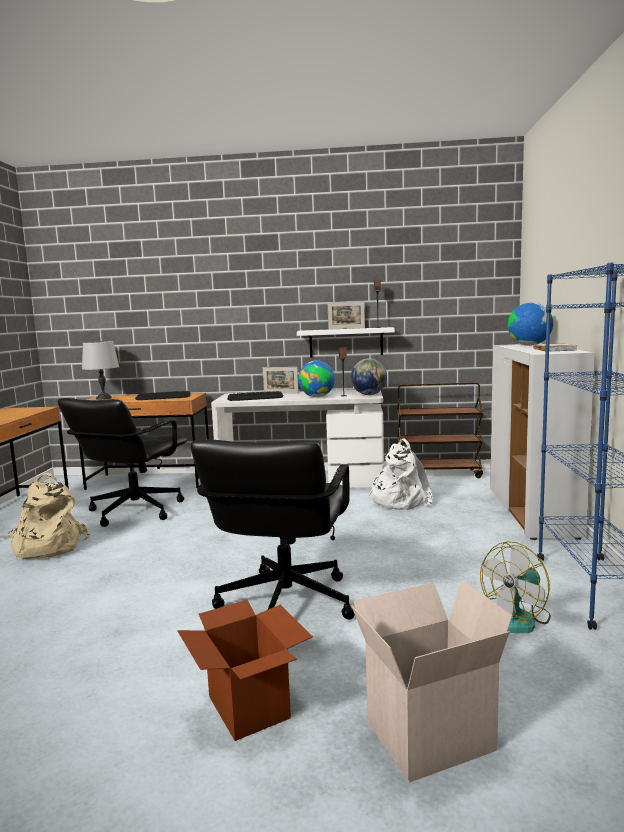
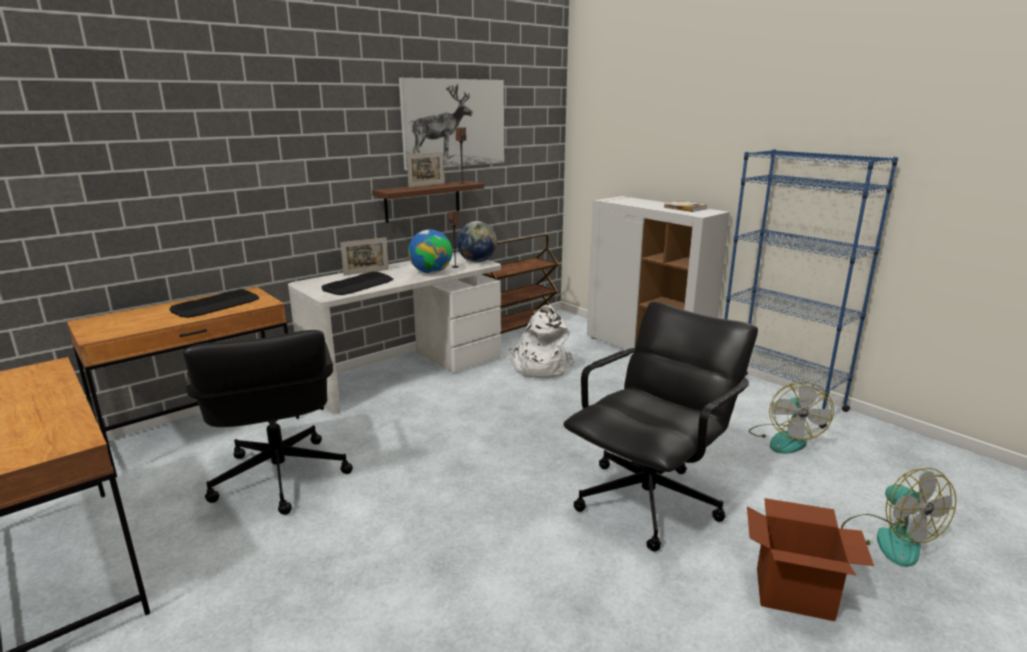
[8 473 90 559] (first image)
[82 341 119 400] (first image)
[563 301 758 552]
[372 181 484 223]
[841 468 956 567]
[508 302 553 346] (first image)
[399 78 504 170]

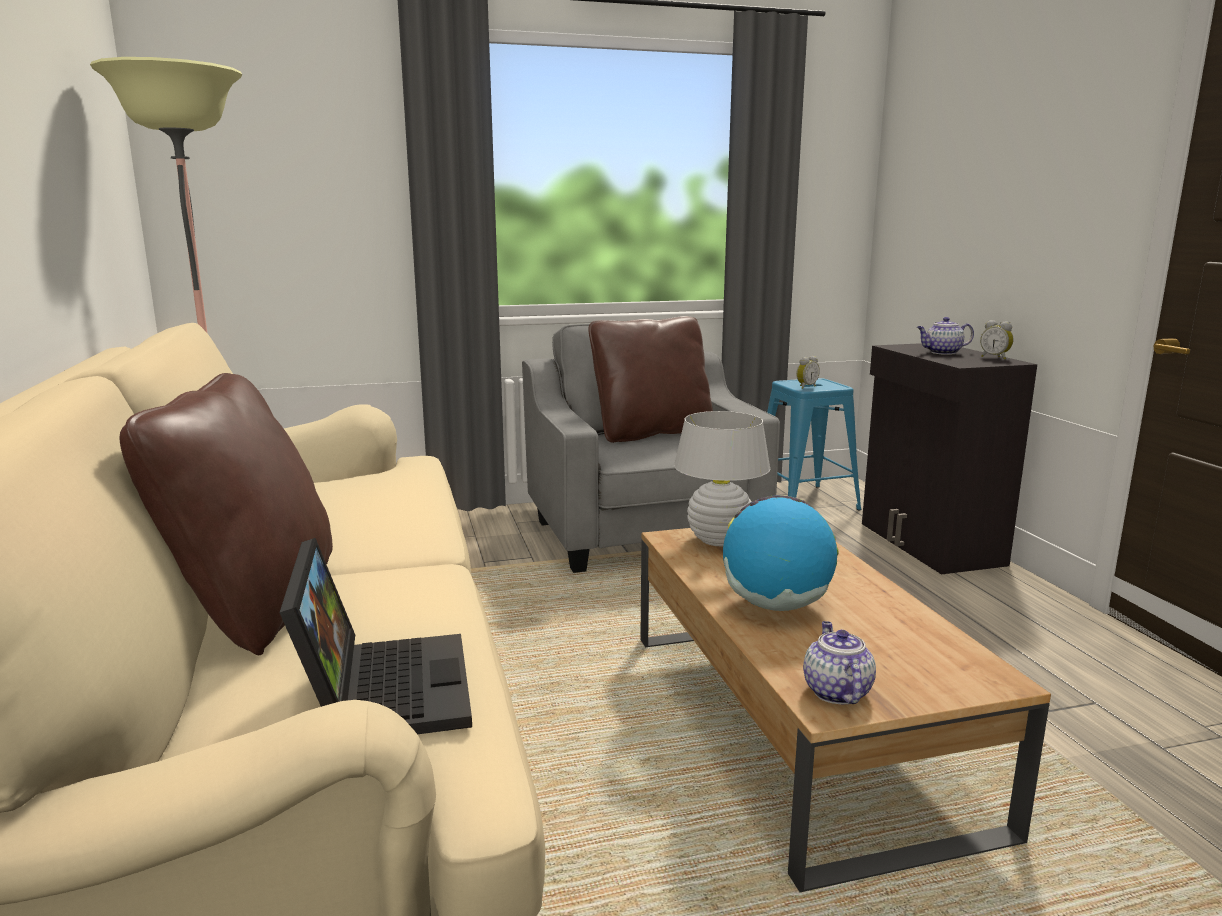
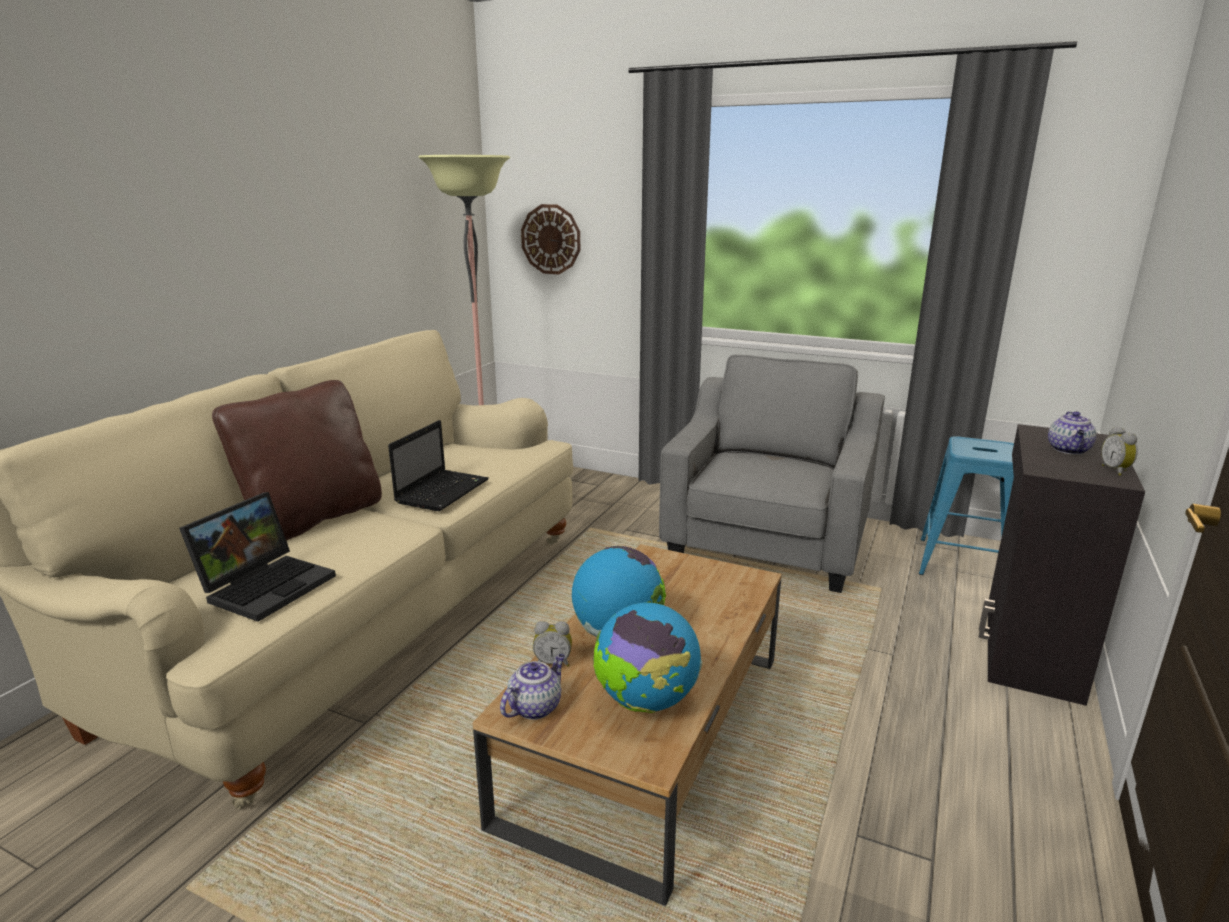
[588 316 713 443] (first image)
[674 411 770 546] (first image)
[533 621 572 667]
[1048 411 1097 455]
[388 420 489 511]
[521 204 580 274]
[593 602 702 713]

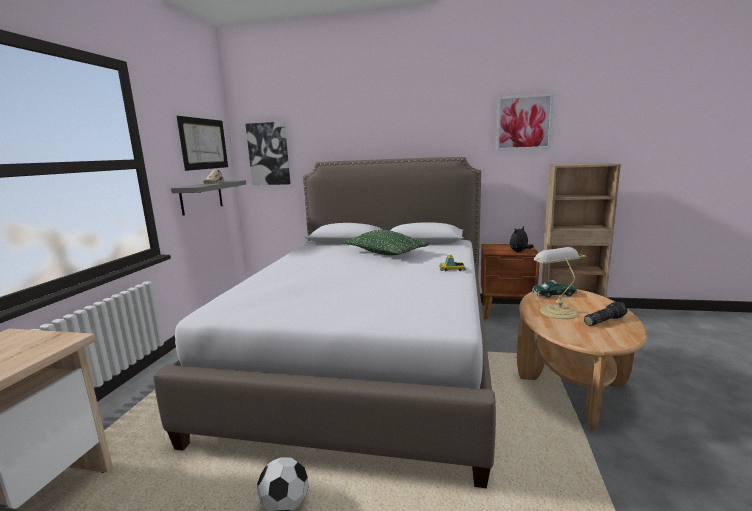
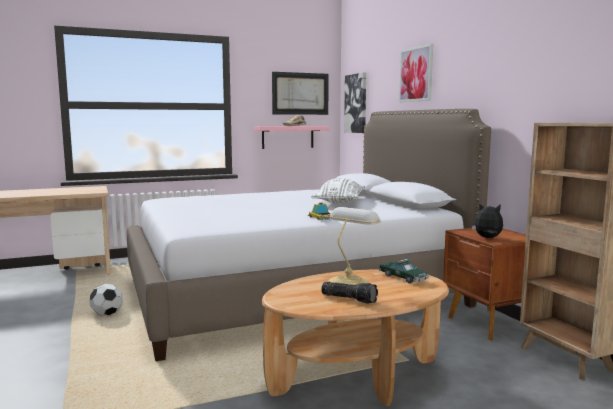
[254 126 329 149]
[311 178 365 204]
[399 44 433 102]

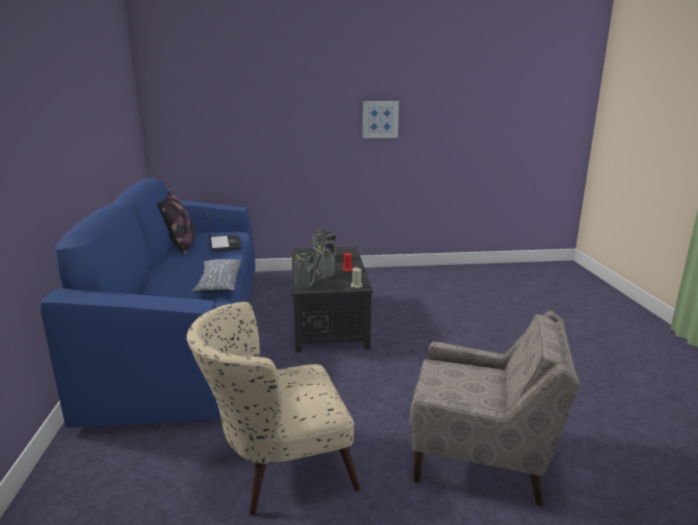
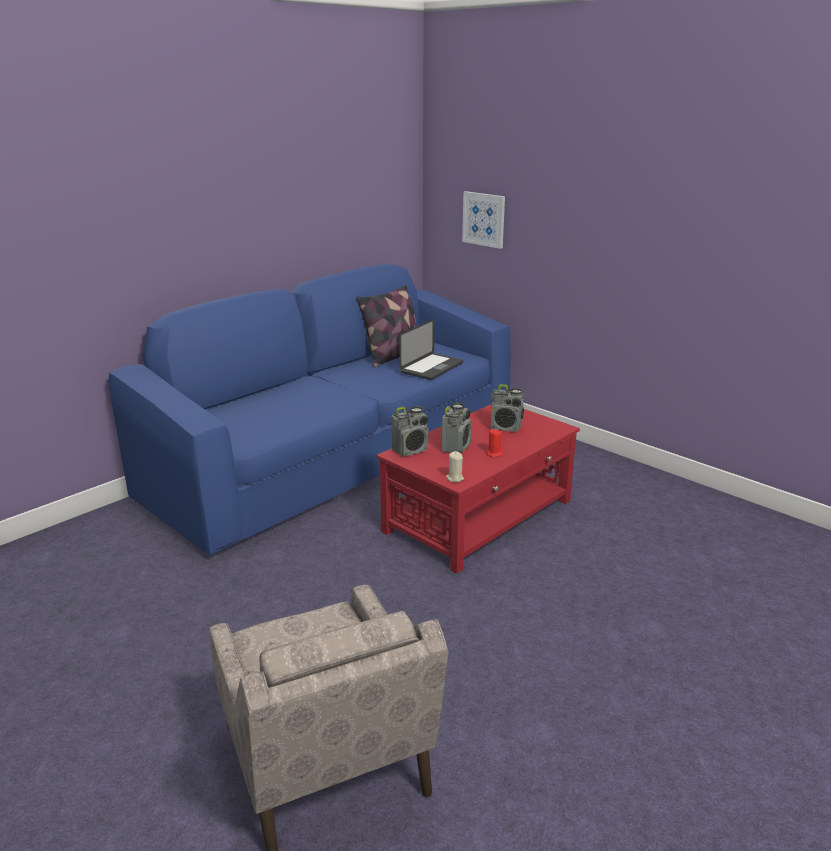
[186 302 361 515] (first image)
[191 259 241 293] (first image)
[377 404 580 573]
[462 191 505 249]

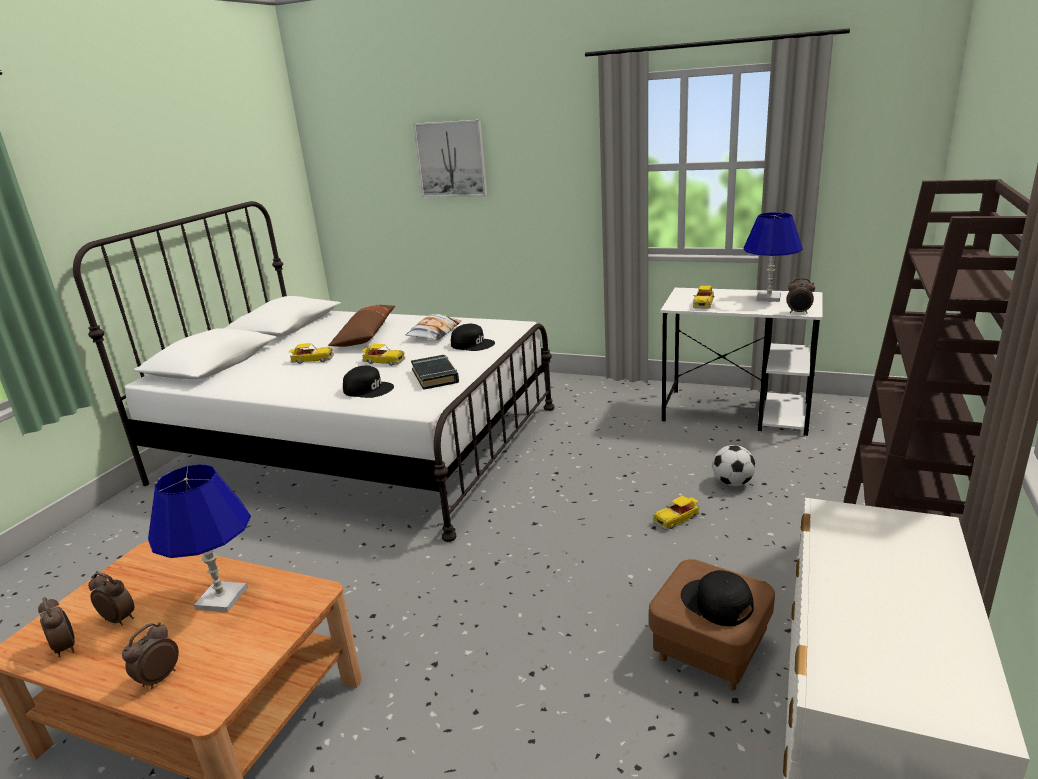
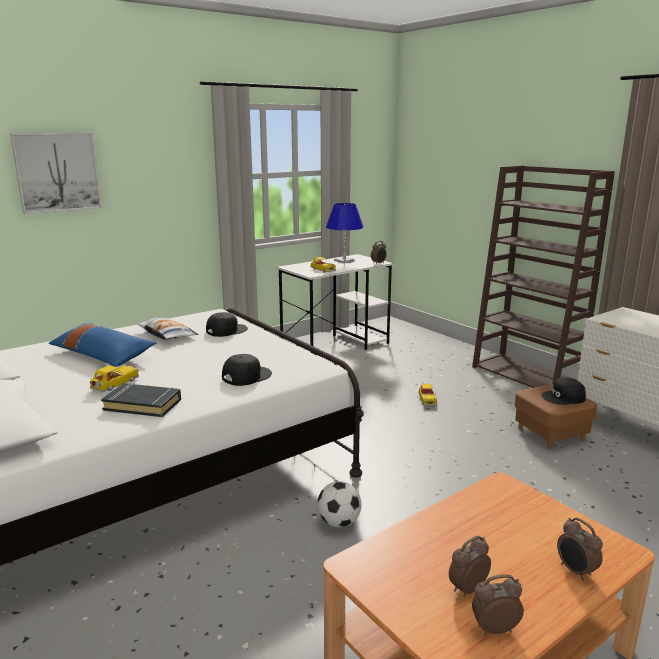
[148 464 251 612] (first image)
[49 323 156 367]
[362 344 405 366] (first image)
[101 383 181 417]
[317 481 361 527]

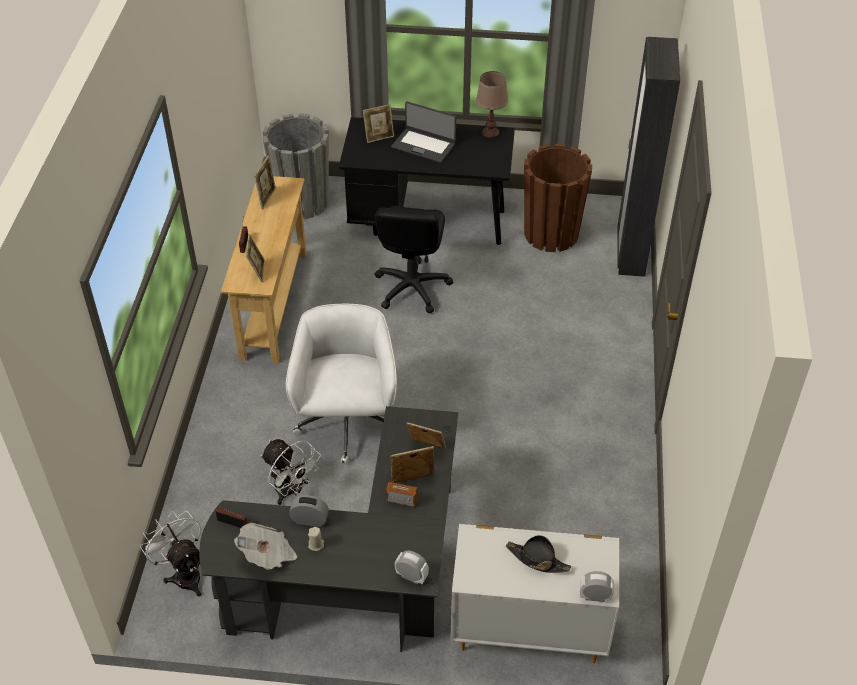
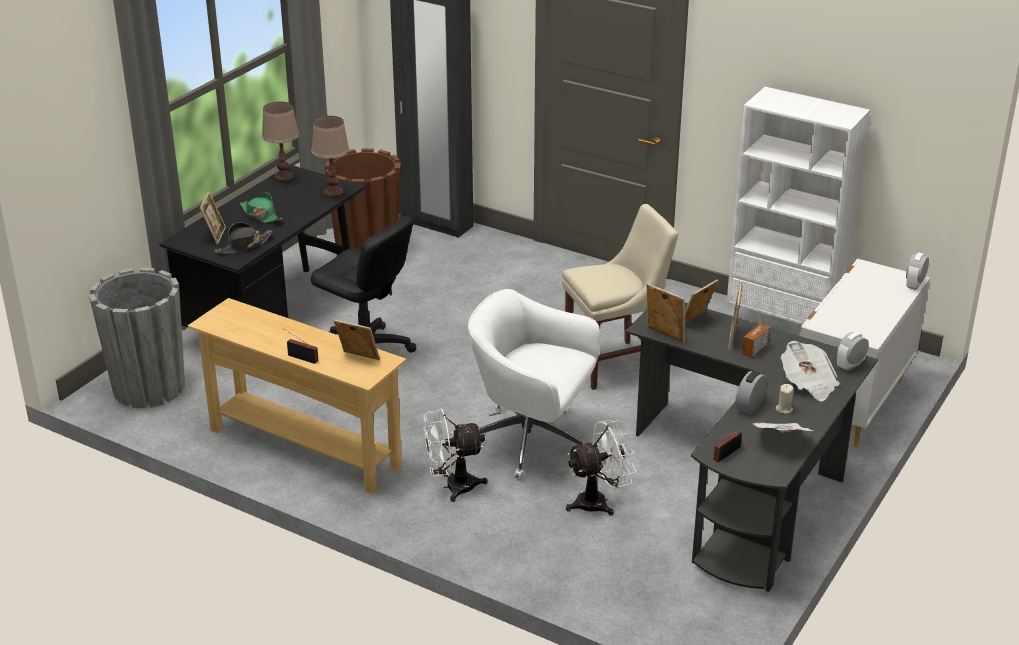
[423 409 488 502]
[647 284 685 343]
[240 193 283 223]
[215 222 272 254]
[311 116 349 198]
[562 204 678 390]
[727 87 870 325]
[781 341 840 402]

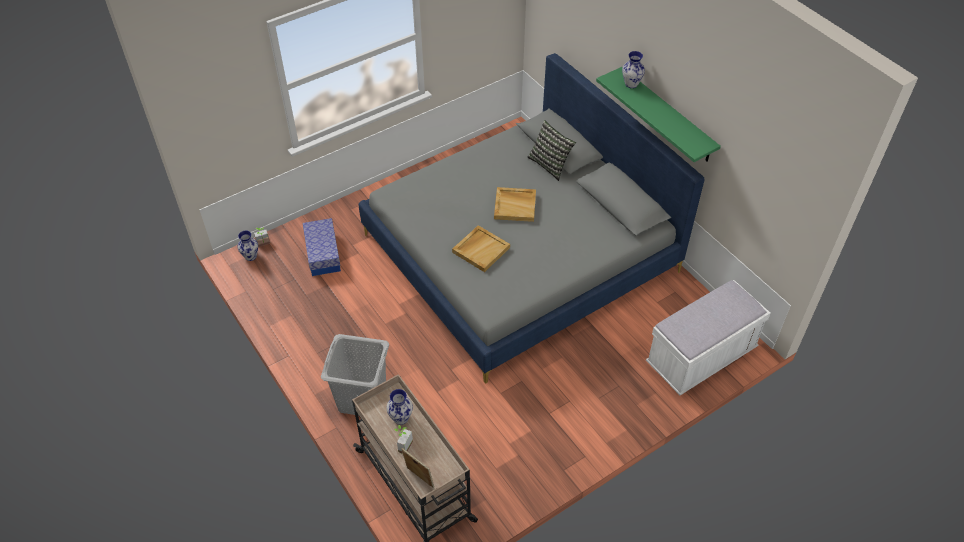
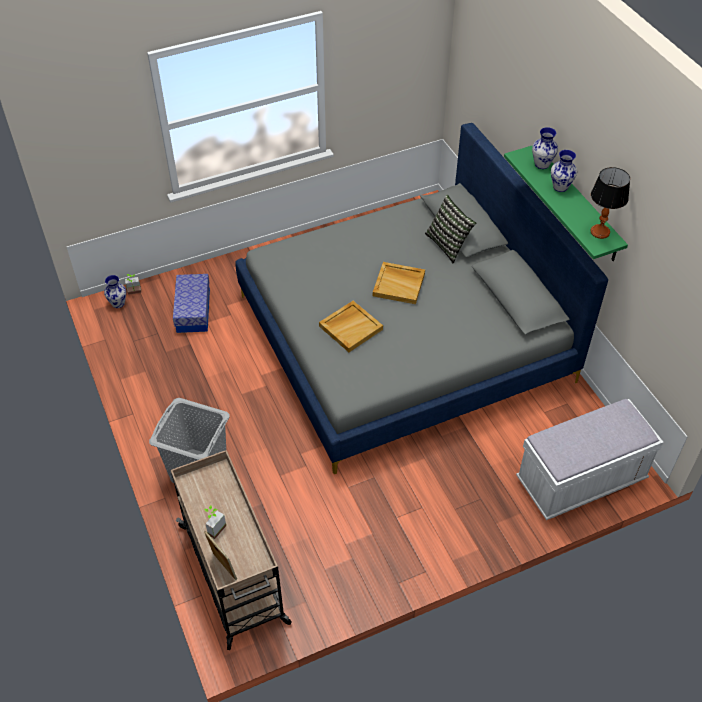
[551 150 577 192]
[590 167 630 239]

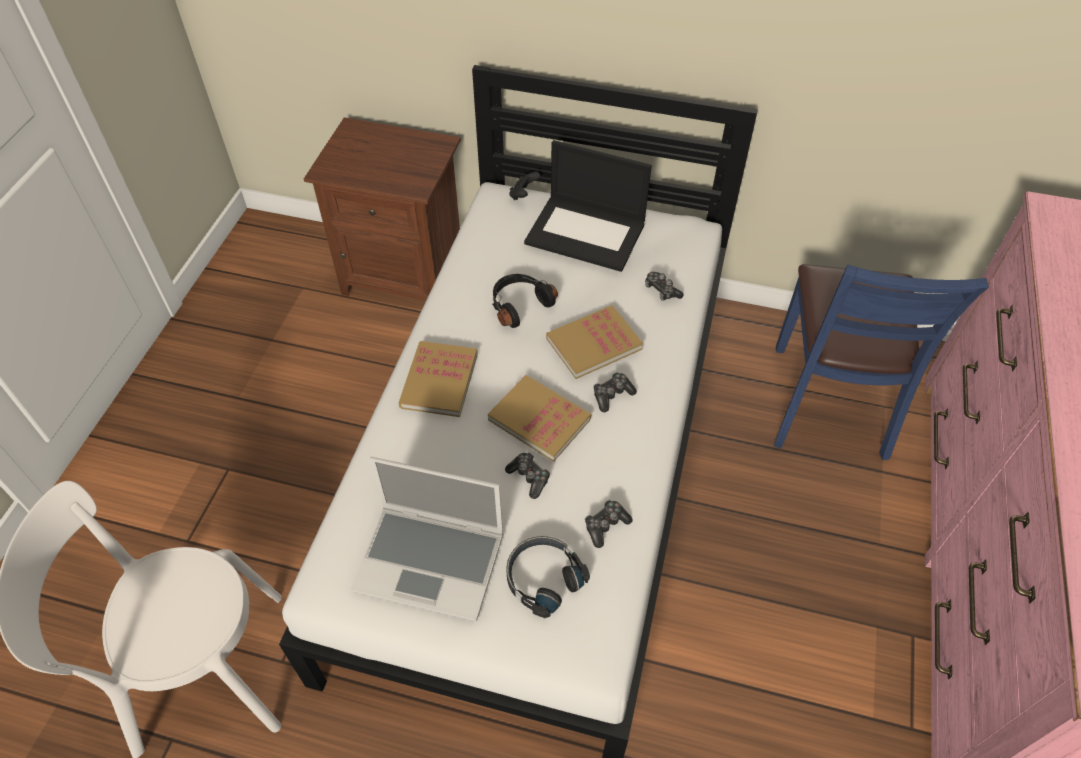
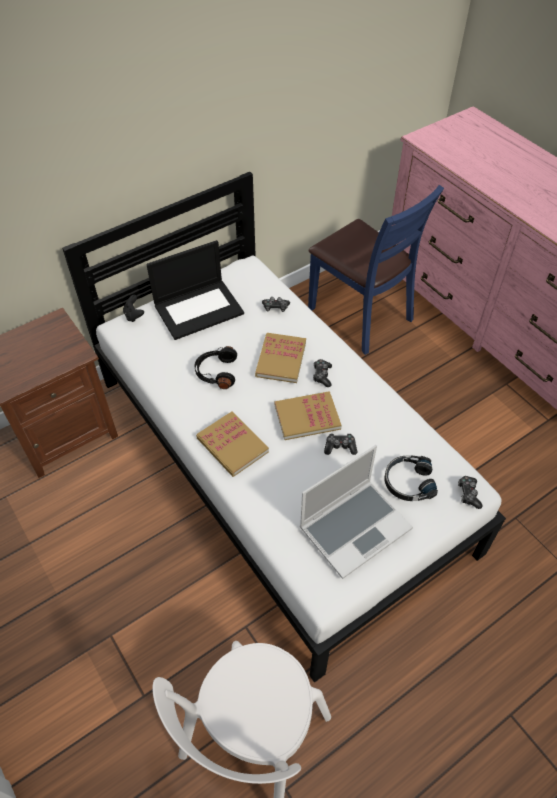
[458 476 483 509]

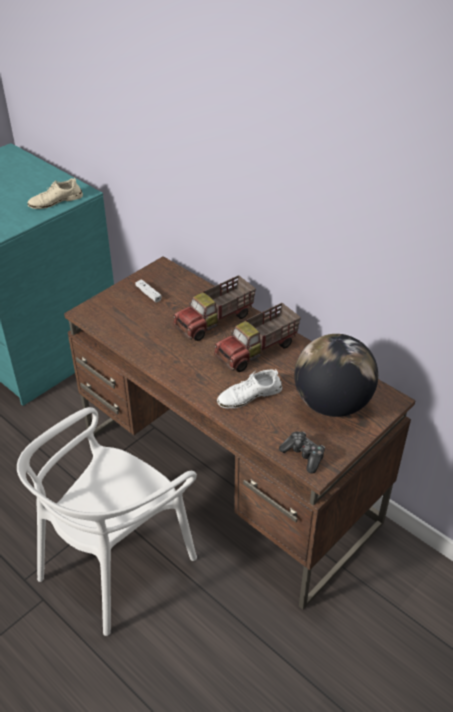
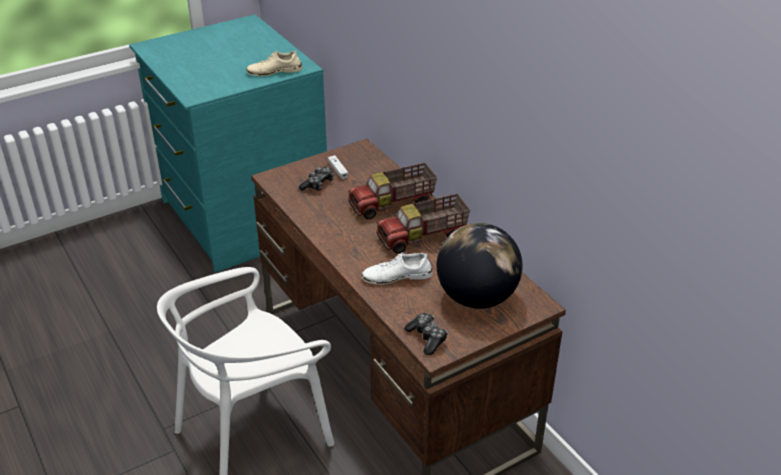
[299 167 334 191]

